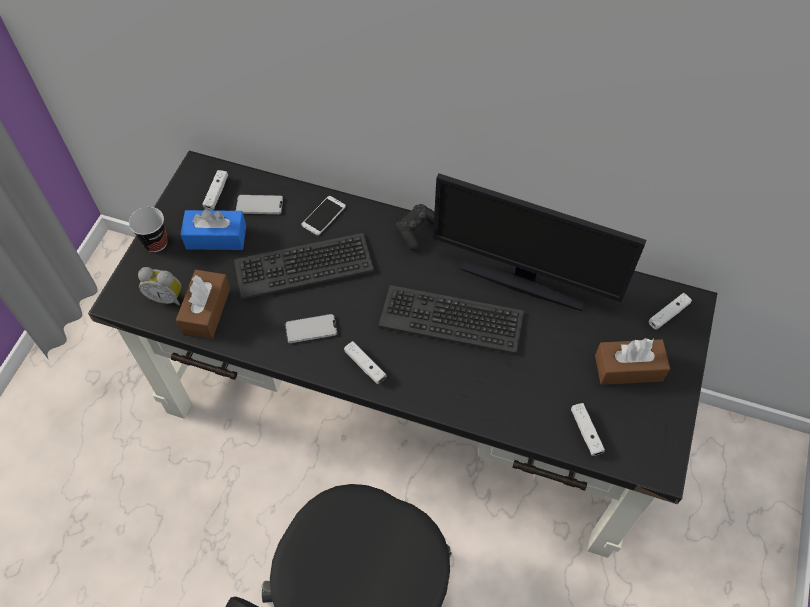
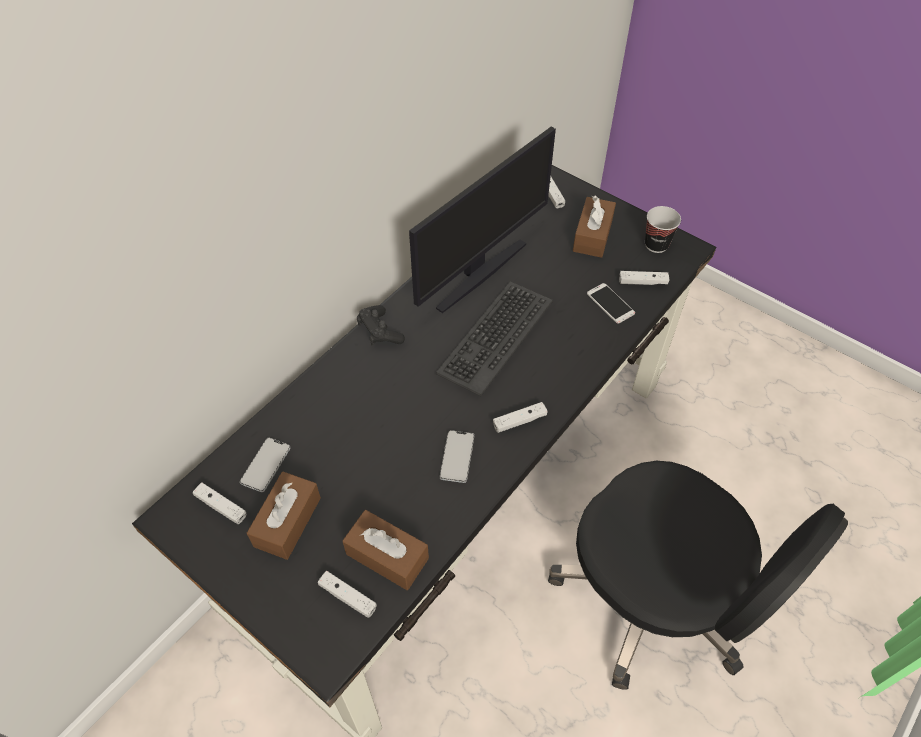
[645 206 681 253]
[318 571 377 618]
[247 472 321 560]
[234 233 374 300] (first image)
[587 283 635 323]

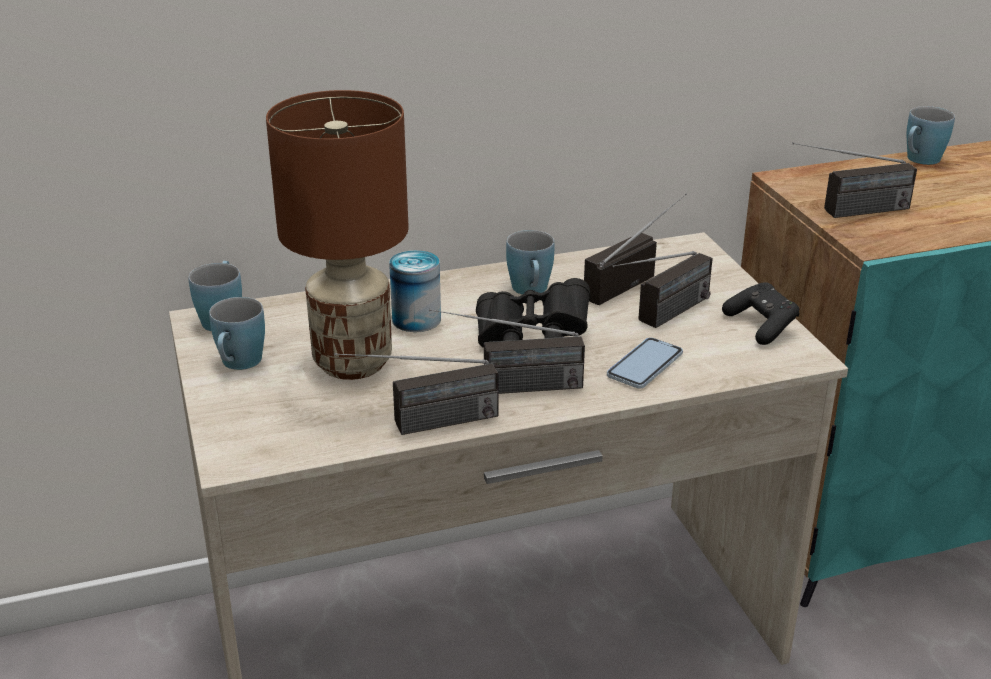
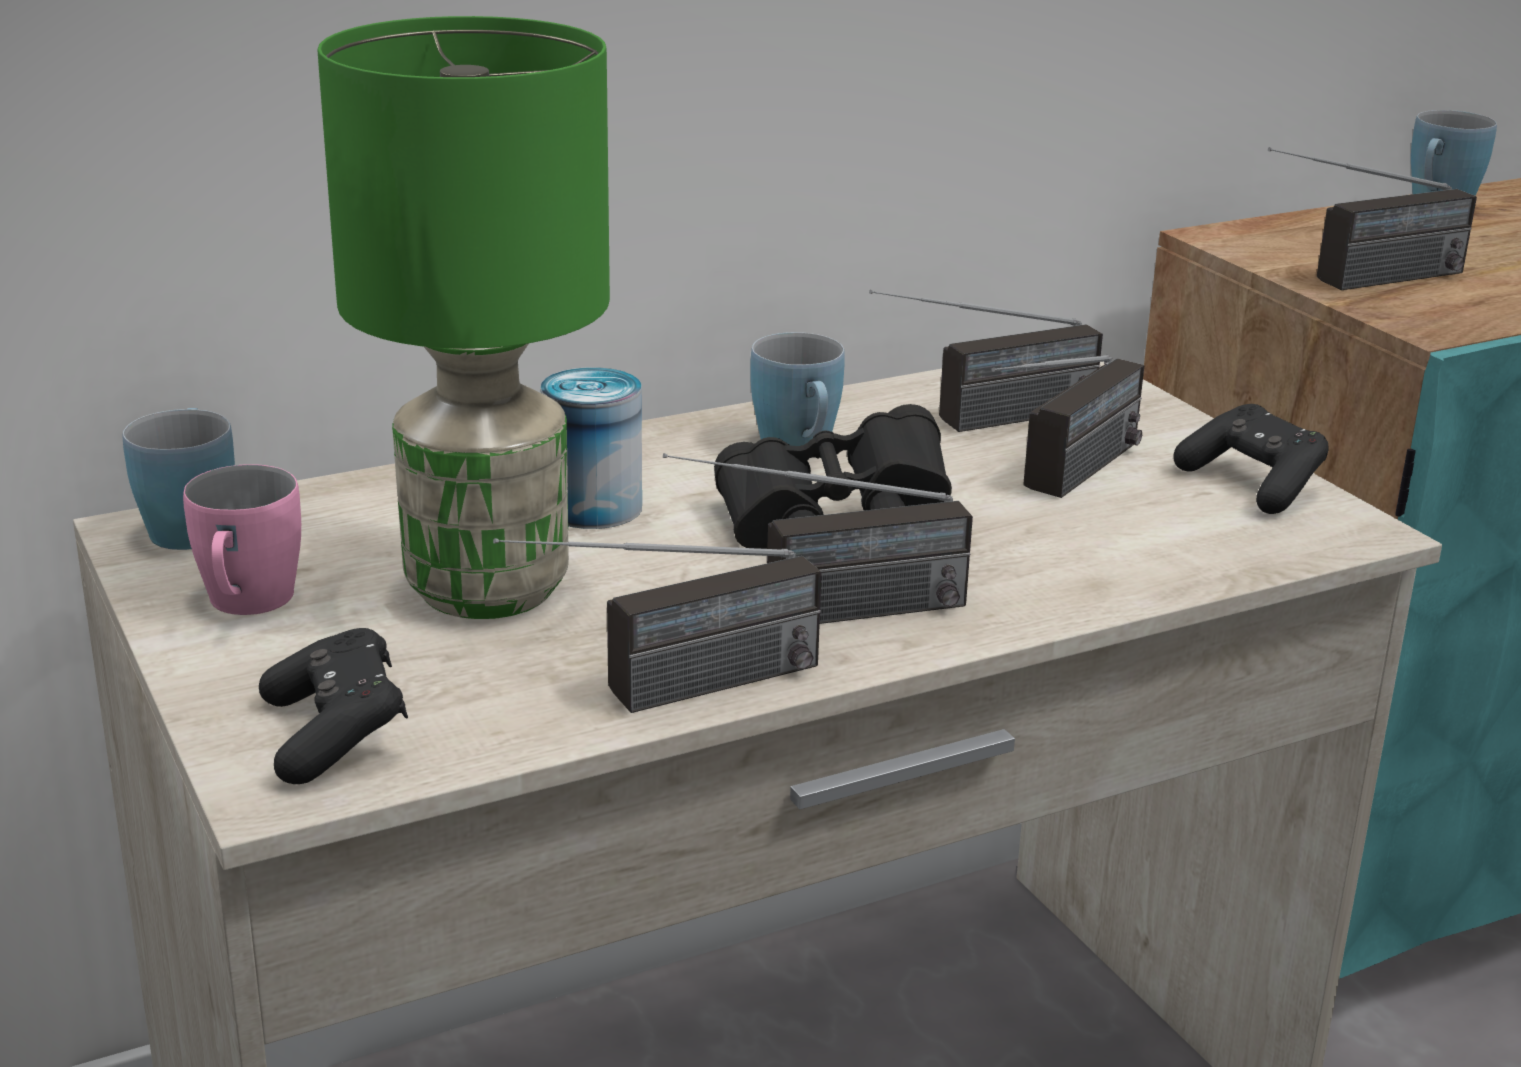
[183 464 301 615]
[318 16 610 619]
[869 290 1103 432]
[607 338 683 388] (first image)
[259 628 408 784]

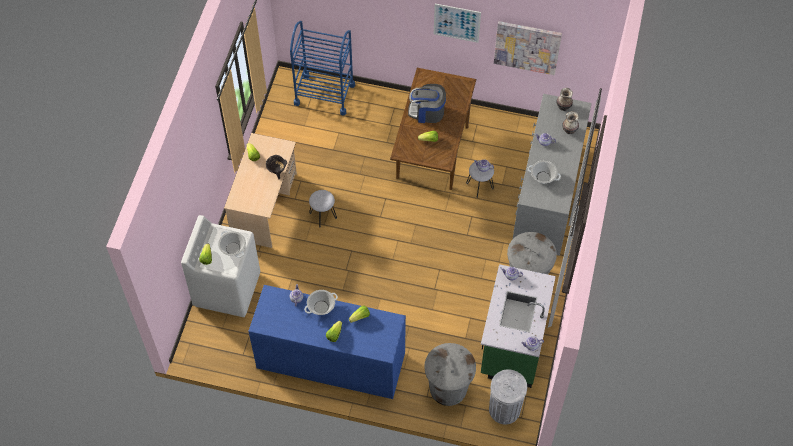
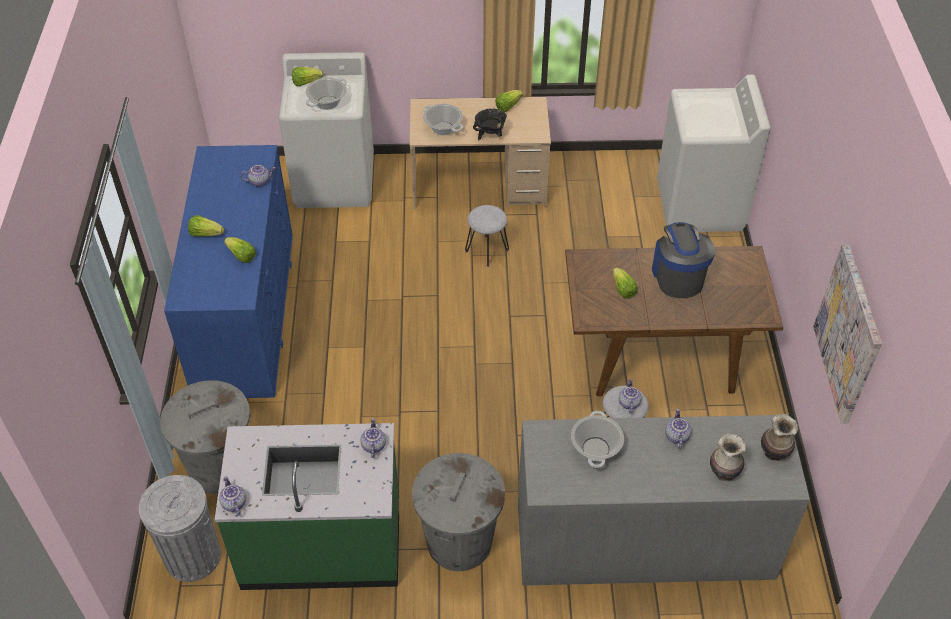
[657 75 771 232]
[423 104 463 135]
[434 4 481 43] (first image)

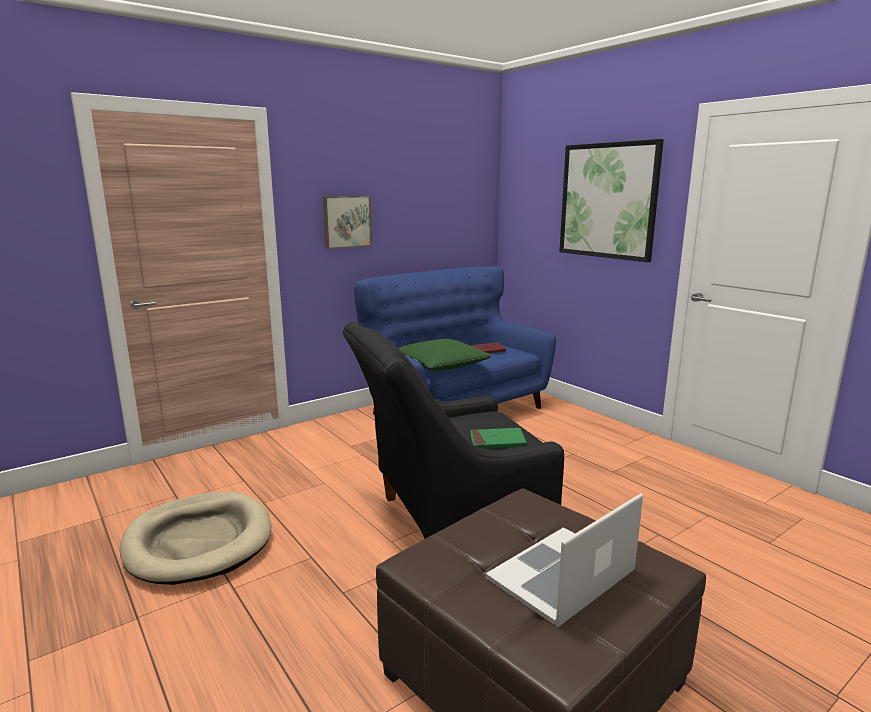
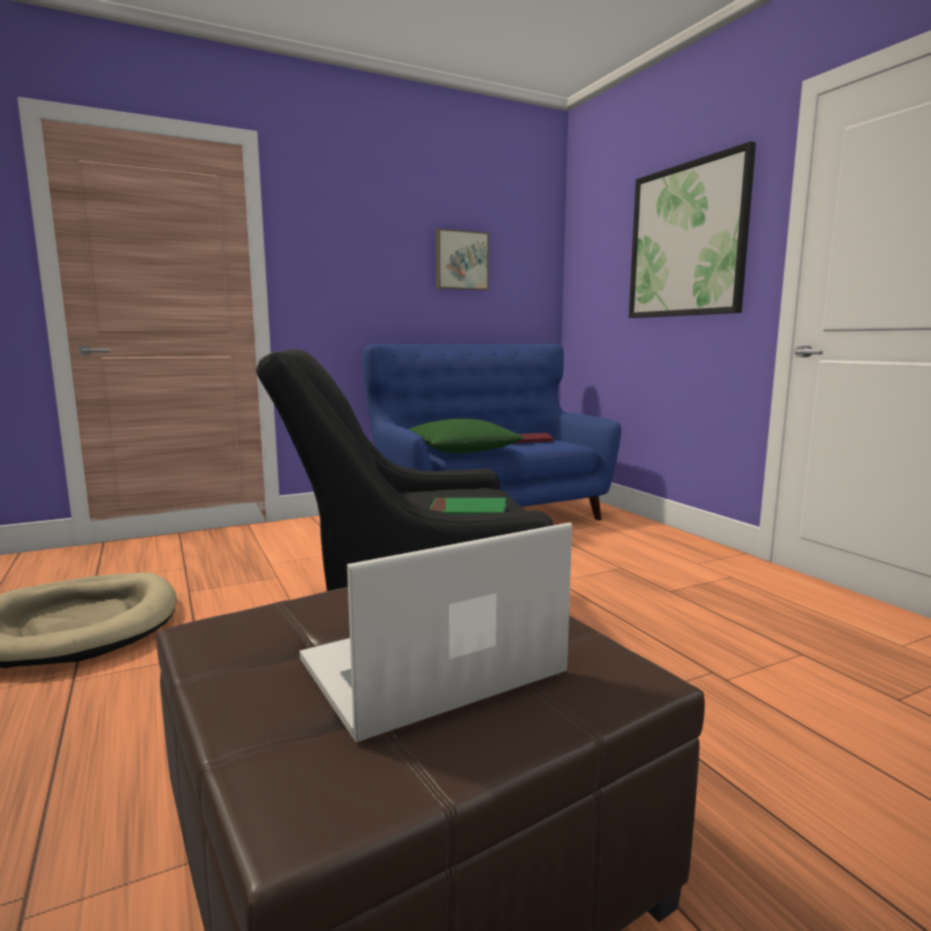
[436 228 489 290]

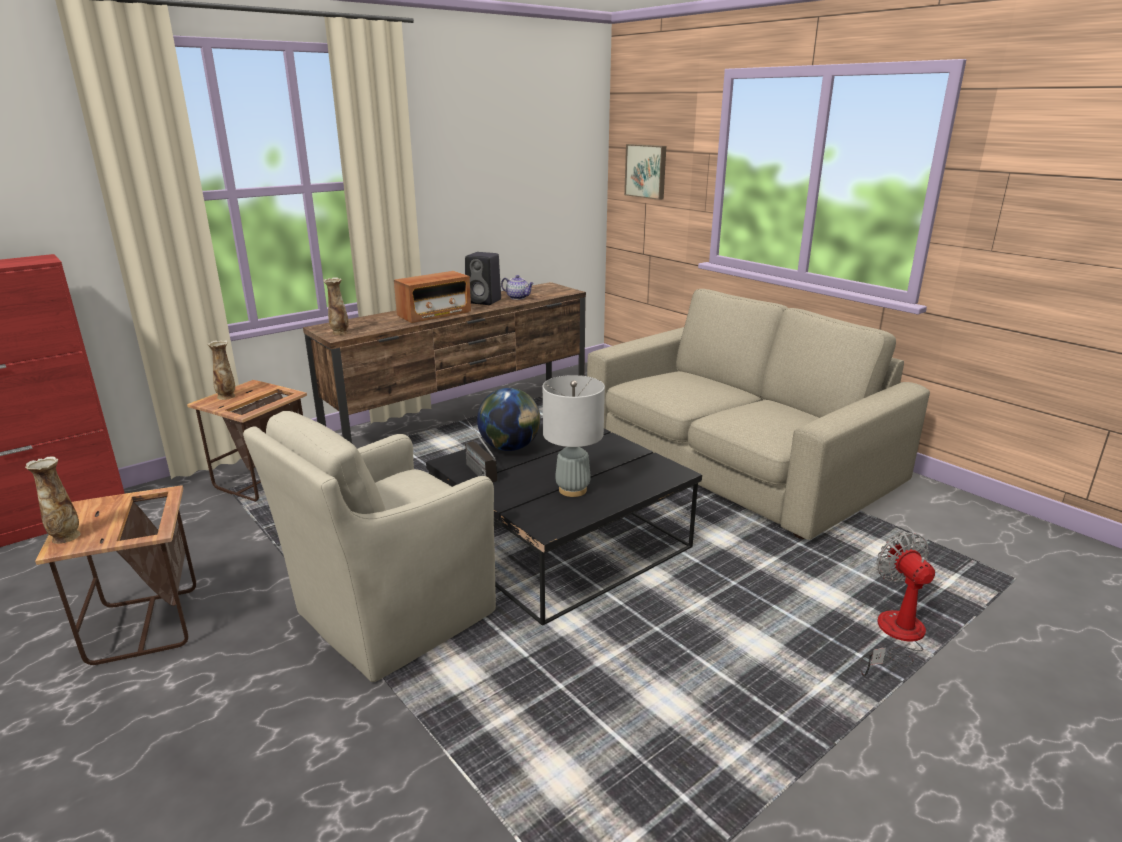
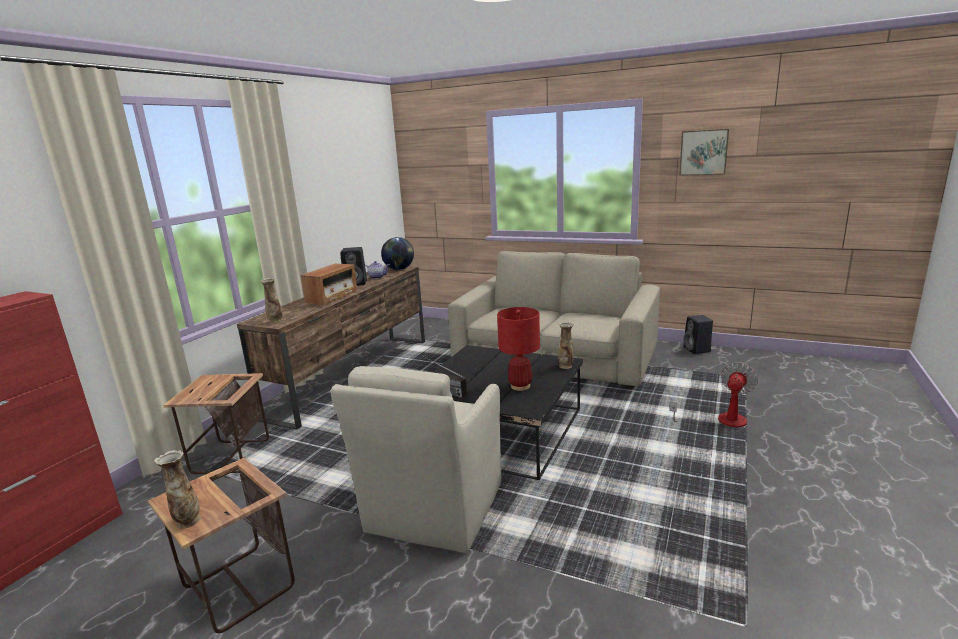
[558 322 574 369]
[381 237 414 270]
[497 307 540 391]
[679 129 729 176]
[669 362 758 430]
[684 315 713 354]

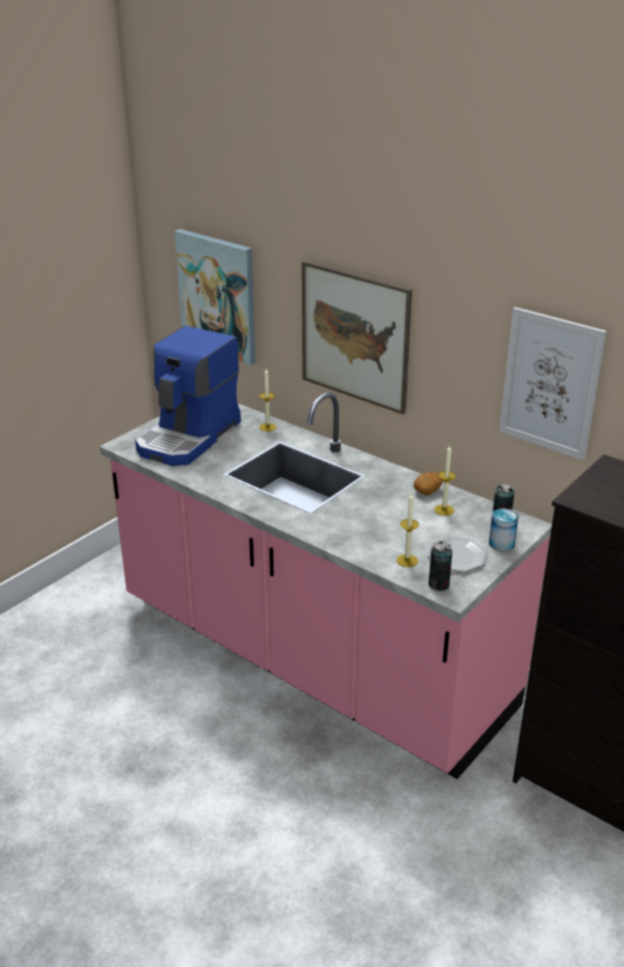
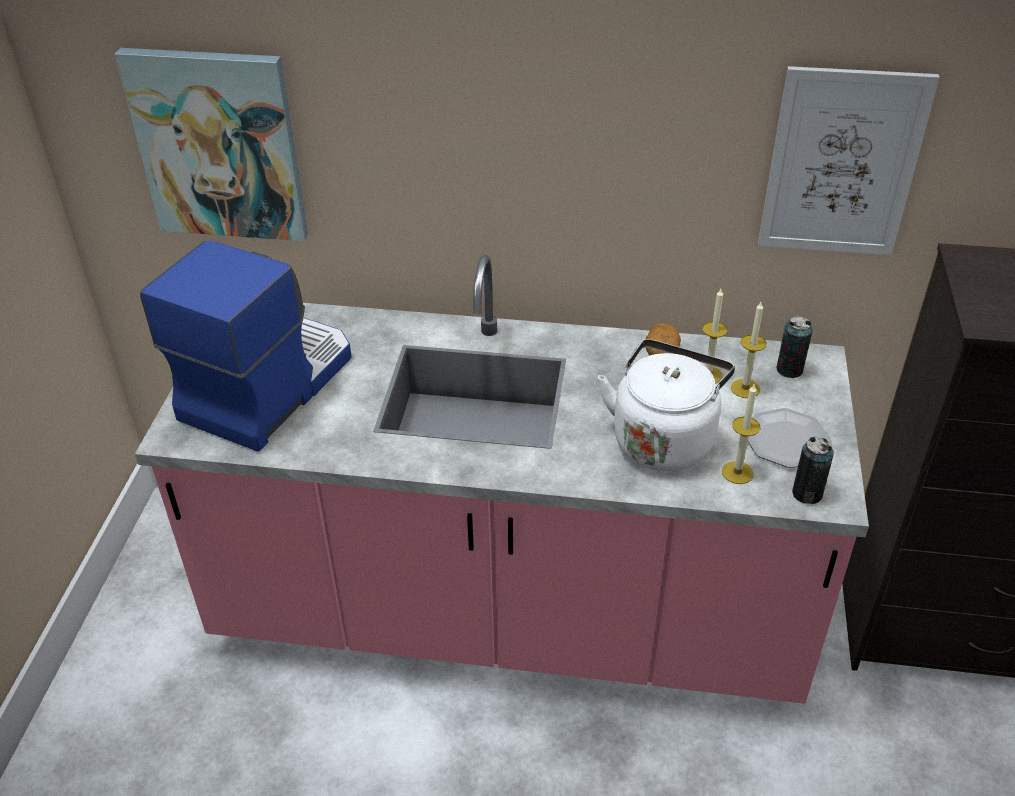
[140 241 352 452]
[731 302 766 398]
[302 261 412 415] (first image)
[489 508 518 551] (first image)
[598 339 735 471]

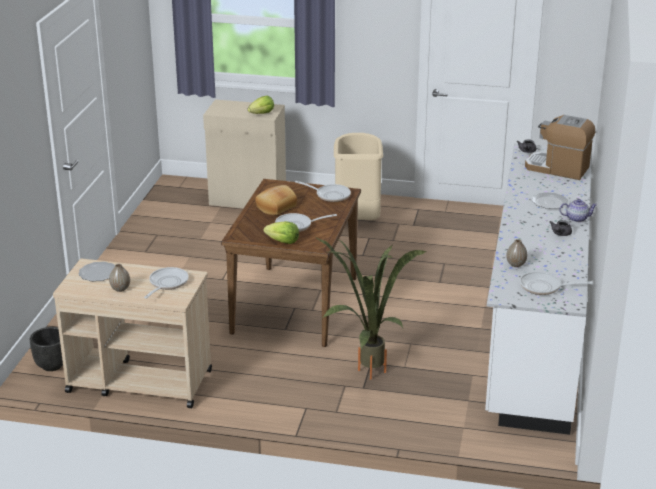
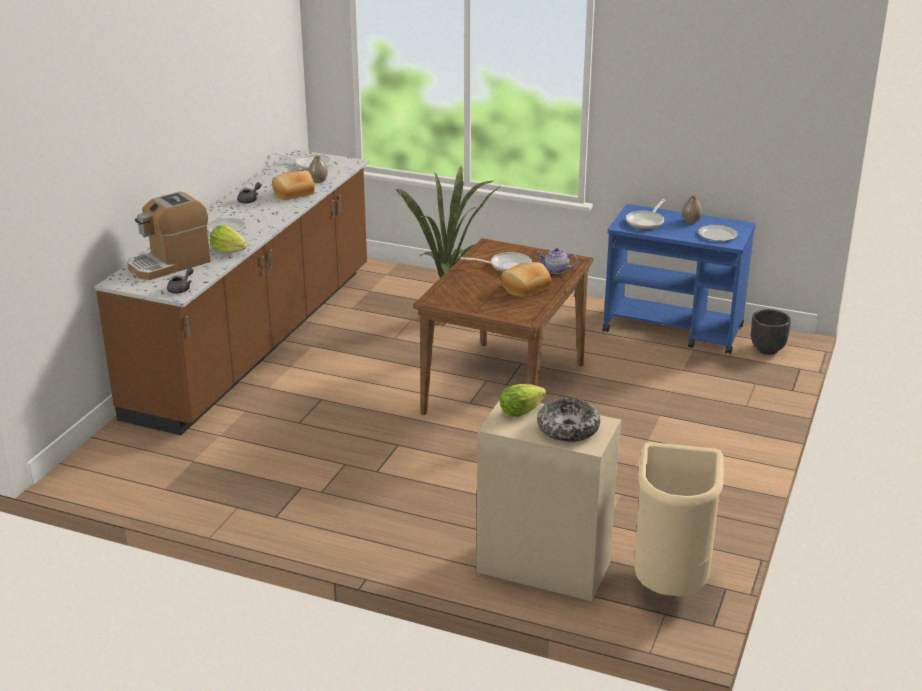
[602 204 756 354]
[210 225 247 253]
[295 181 351 202] (first image)
[634 442 724 596]
[95 150 369 435]
[128 191 211 280]
[537 248 578 274]
[272 171 315 200]
[537 398 600 442]

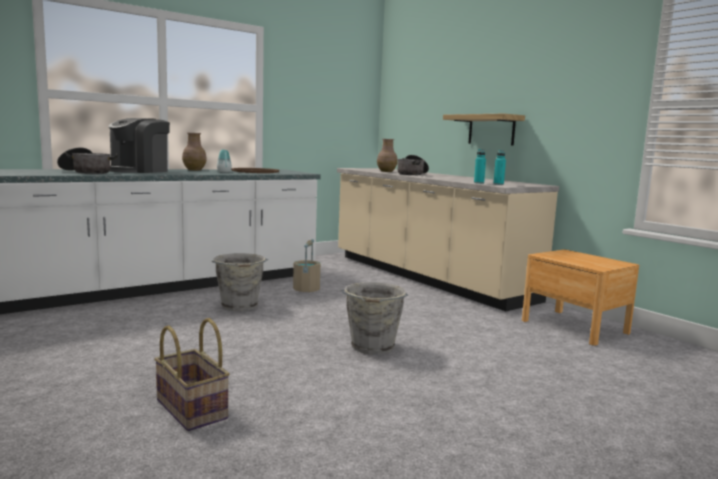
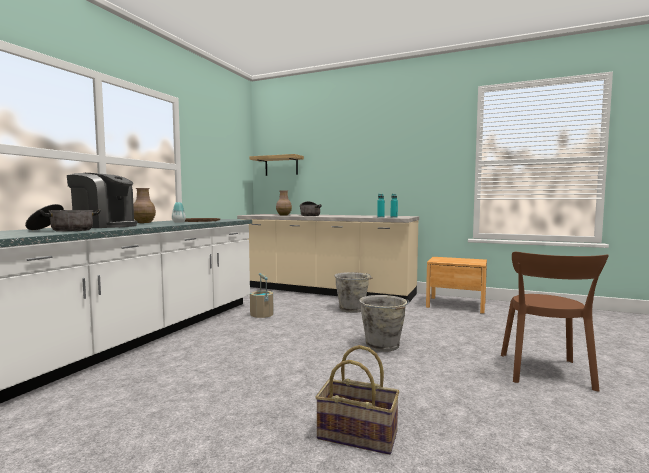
[67 173 138 228]
[334 272 373 313]
[250 154 304 176]
[501 252 609 392]

